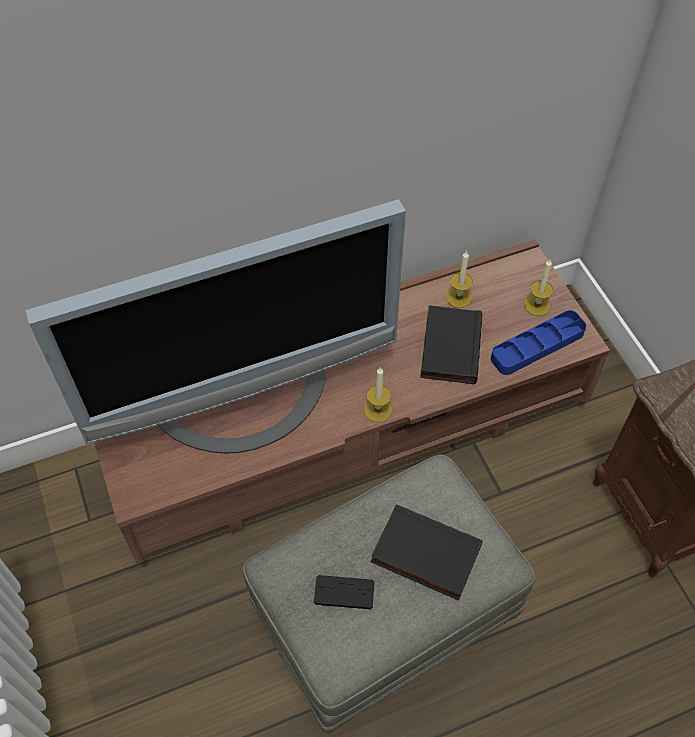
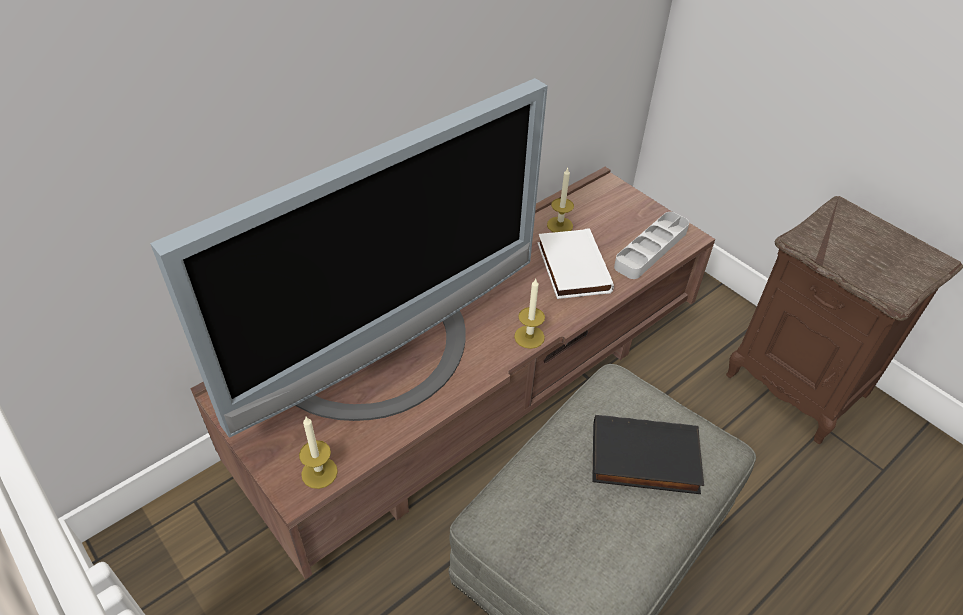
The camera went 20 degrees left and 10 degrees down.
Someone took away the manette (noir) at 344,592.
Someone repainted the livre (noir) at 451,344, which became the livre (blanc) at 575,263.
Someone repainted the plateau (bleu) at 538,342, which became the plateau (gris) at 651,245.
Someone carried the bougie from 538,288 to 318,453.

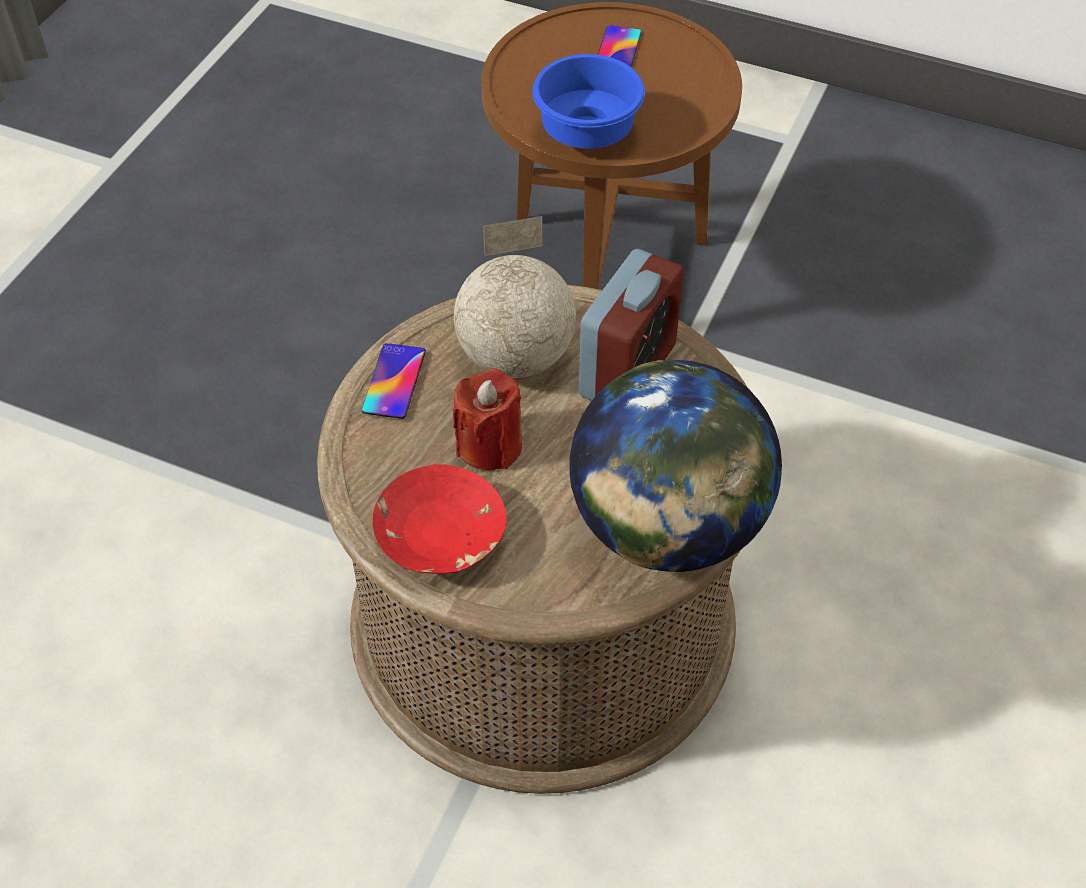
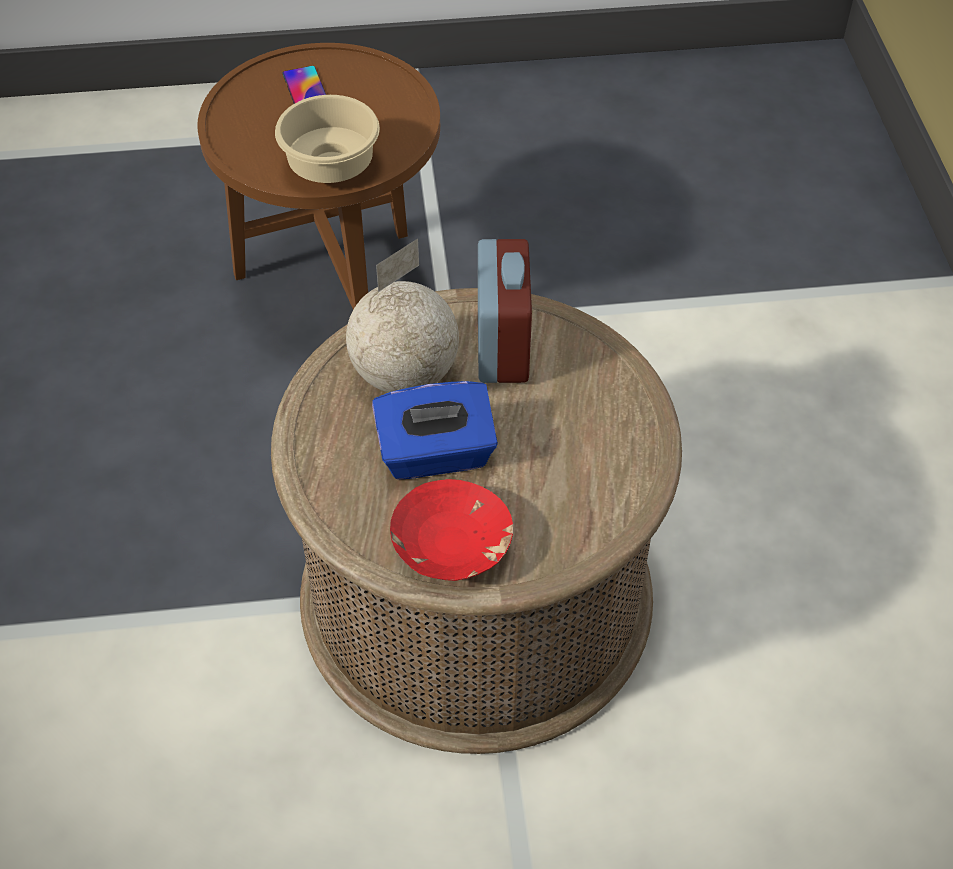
The camera went 30 degrees left and 0 degrees up.
Someone took away the téléphone at 394,381.
Someone swapped the bougie (rouge) at 487,419 for the boîte à mouchoirs (bleu) at 435,430.
Someone repainted the bol (bleu) at 588,101, which became the bol (beige) at 327,139.
Someone took away the globe at 675,466.

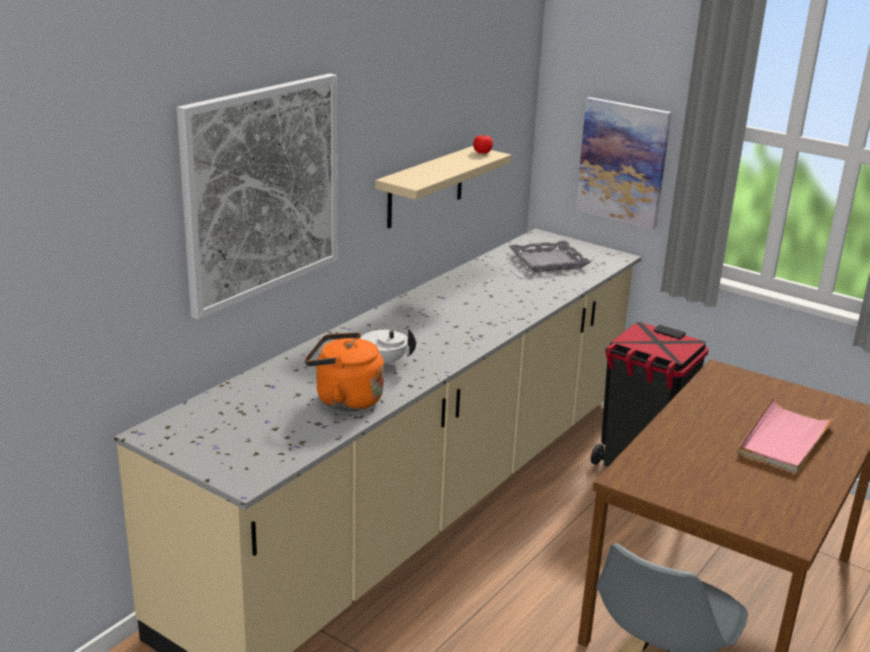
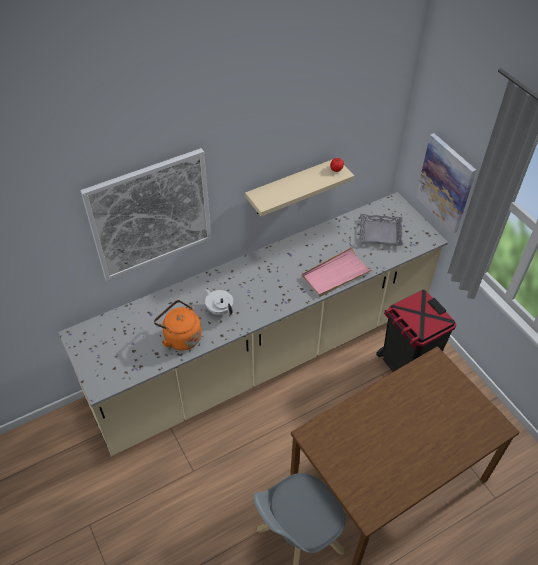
The camera went 25 degrees right and 25 degrees up.
Someone carried the plateau (rose) from 787,435 to 337,272.

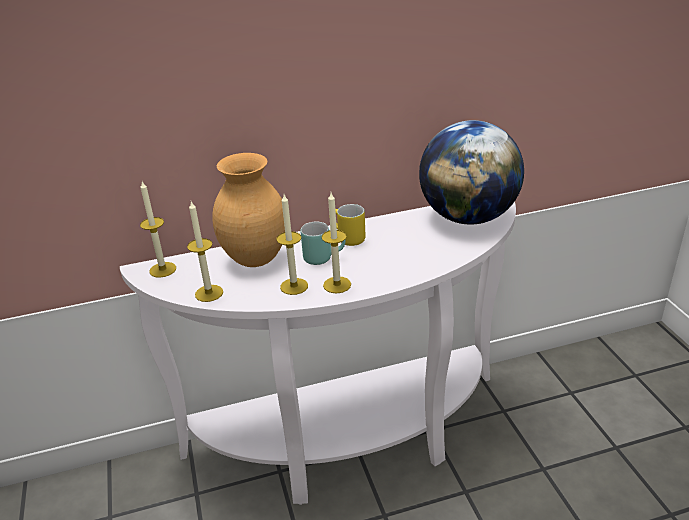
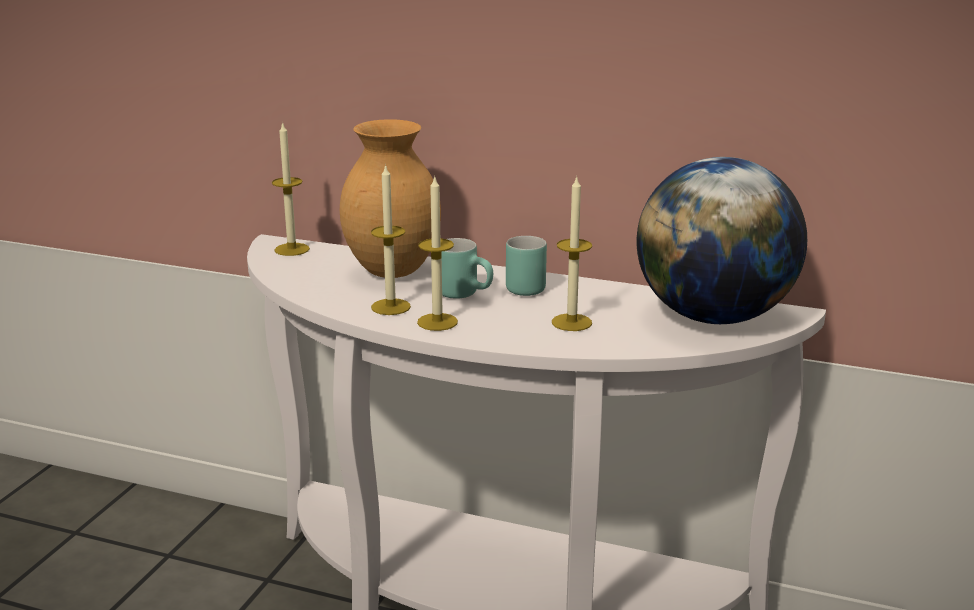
The camera went 35 degrees right and 10 degrees down.
Someone carried the bougie from 205,251 to 572,253.
Someone repainted the mug (jaune) at 347,225, which became the mug (turquoise) at 526,266.

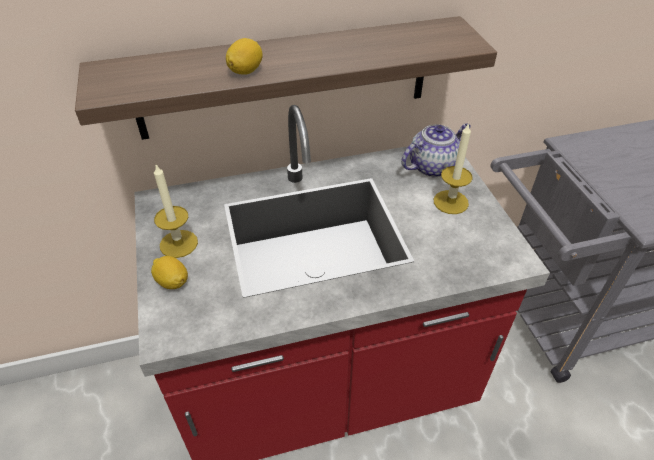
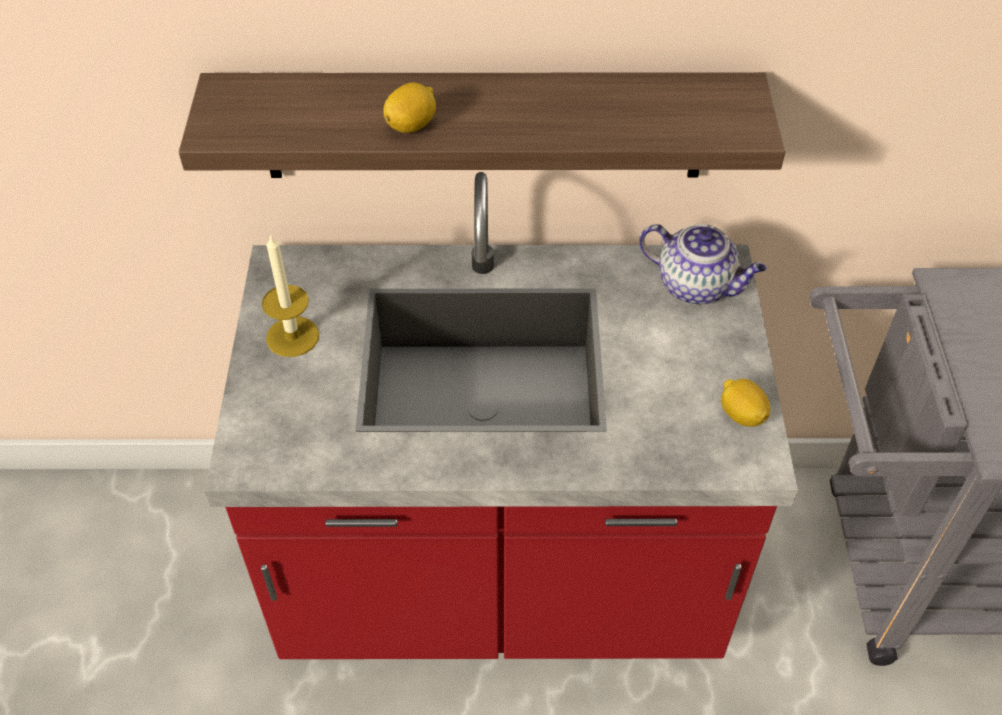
The camera went 15 degrees right and 5 degrees up.
Someone carried the citron from 169,272 to 745,403.
Someone rotated the théière at 436,150 by 45 degrees clockwise.
Someone took away the bougie at 453,168.

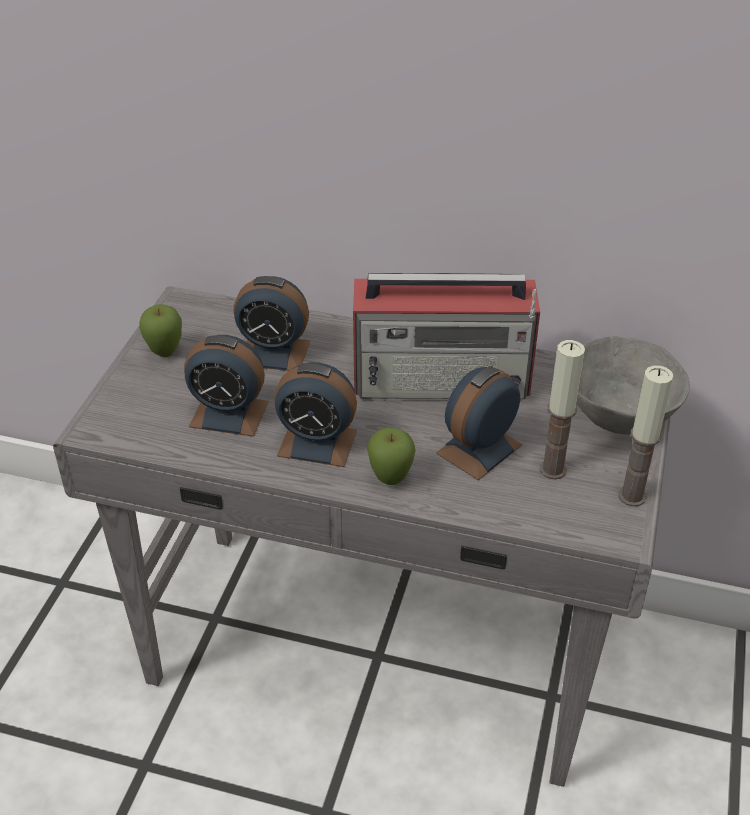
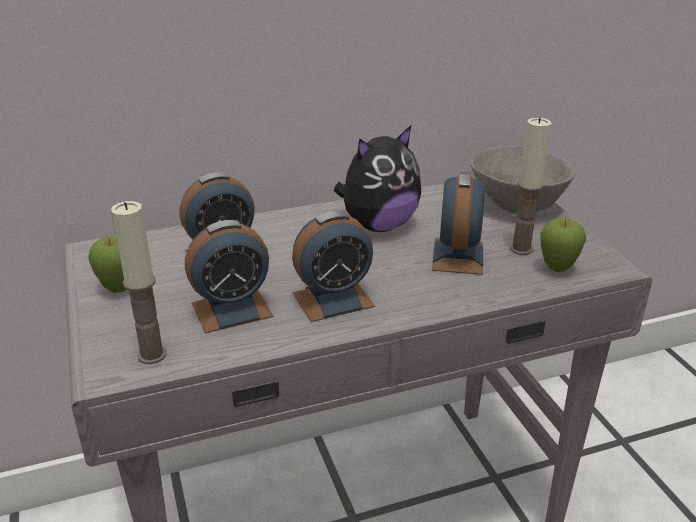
The camera went 35 degrees left and 10 degrees down.
Someone swapped the radio at 446,336 for the peluche at 377,179.
Someone carried the pomme from 391,456 to 563,245.
Someone carried the bougie from 645,436 to 139,282.

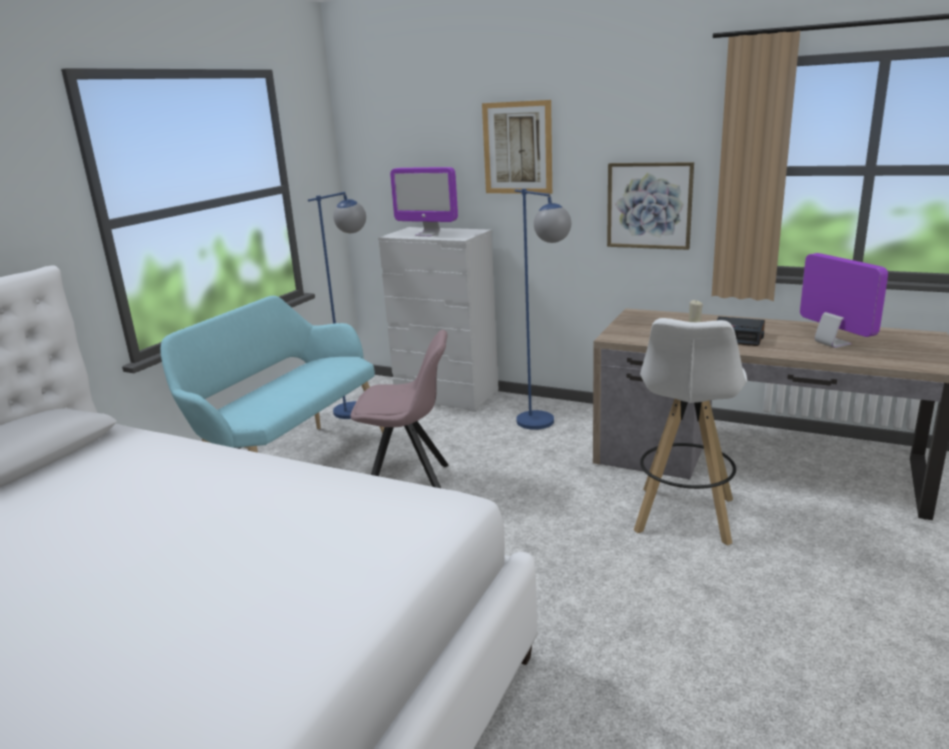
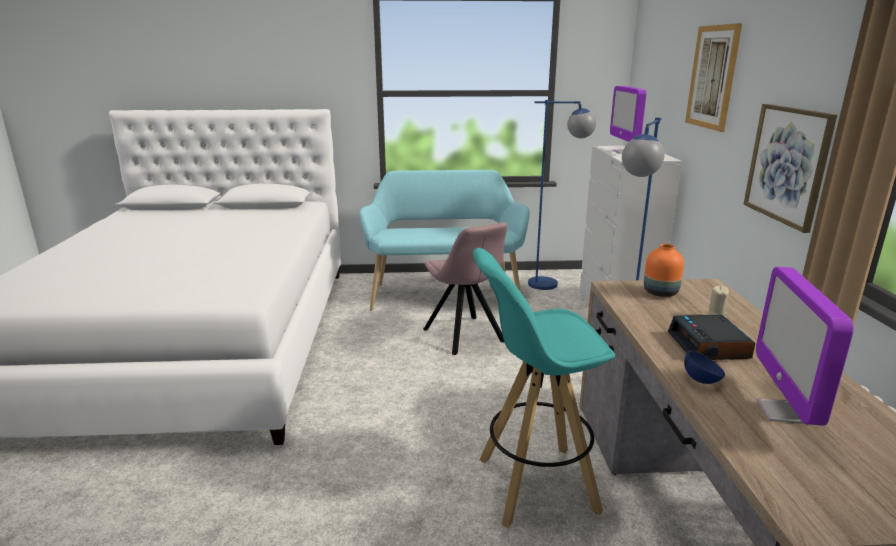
The camera went 60 degrees right and 0 degrees up.
Someone repainted the tabouret (blanc) at 690,432, which became the tabouret (turquoise) at 544,388.
Someone rotated the écran d'ordinateur at 844,300 by 150 degrees clockwise.
Someone put down the vase (orange) at 664,270.
Someone put down the bol (bleu) at 704,367.

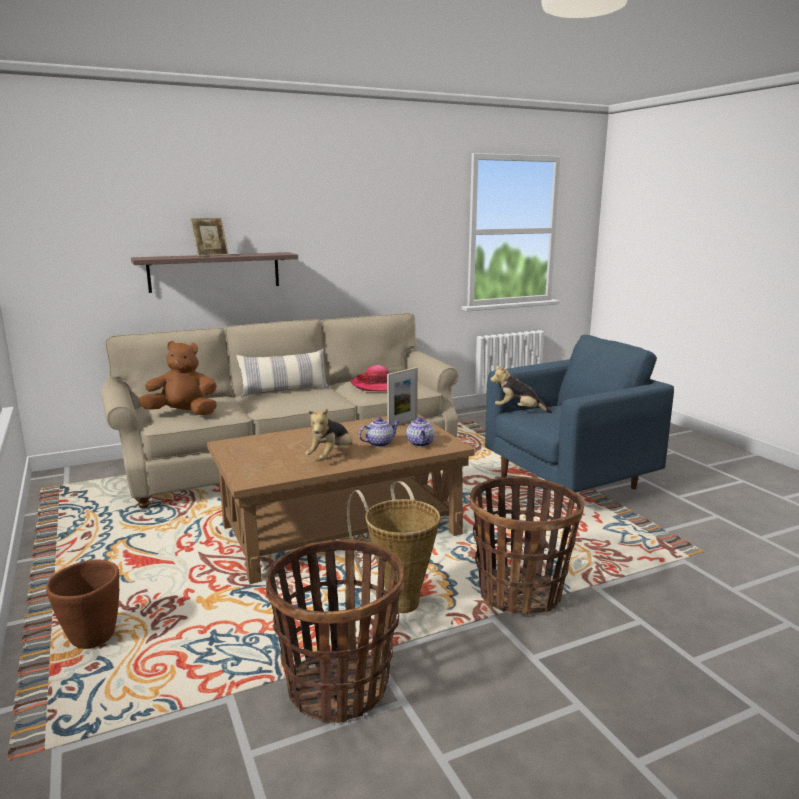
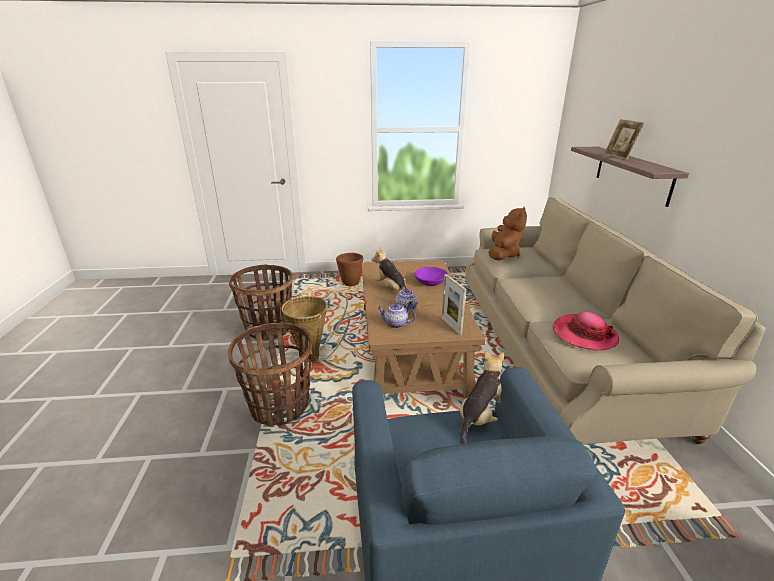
The camera went 110 degrees right and 10 degrees up.
Someone took away the coussin at 283,373.
Someone put down the bol (violet) at 431,276.

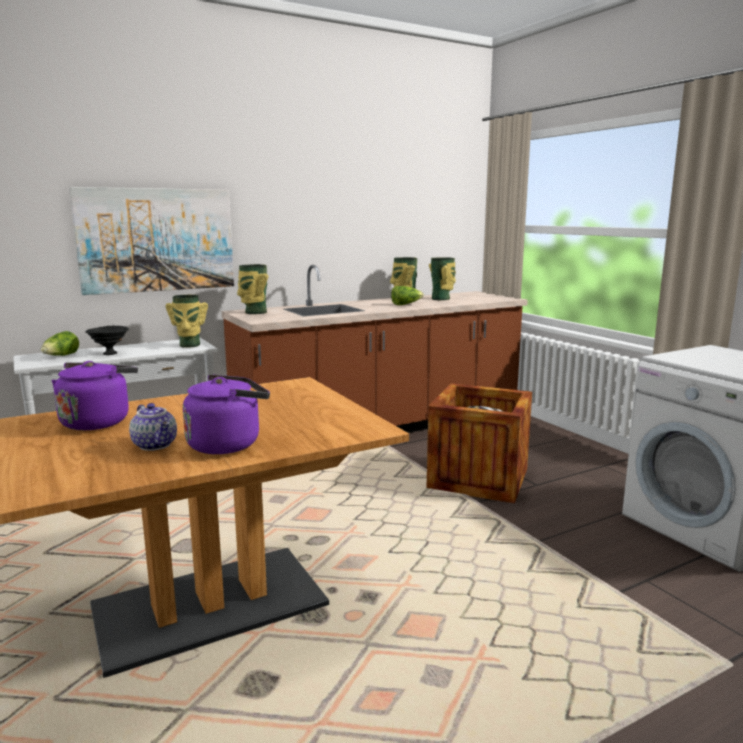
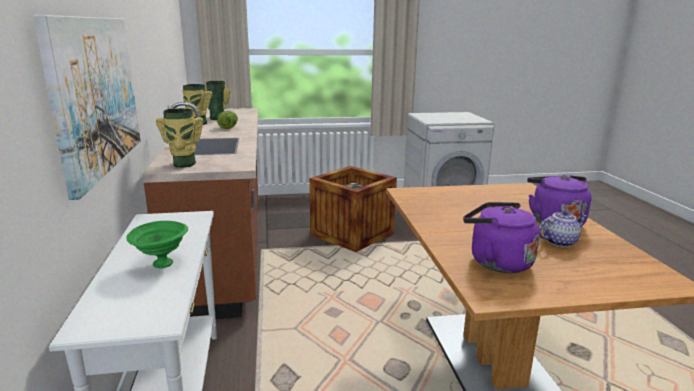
The camera went 70 degrees left and 5 degrees up.
Someone took away the laitue at 60,343.
Someone repainted the bol (noir) at 107,340, which became the bol (vert) at 157,244.
Someone took away the vase at 187,321.

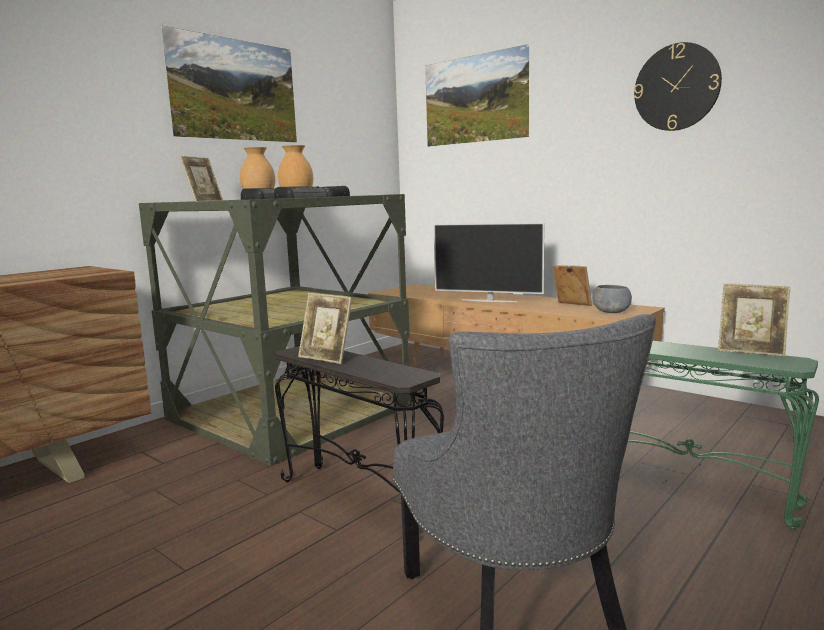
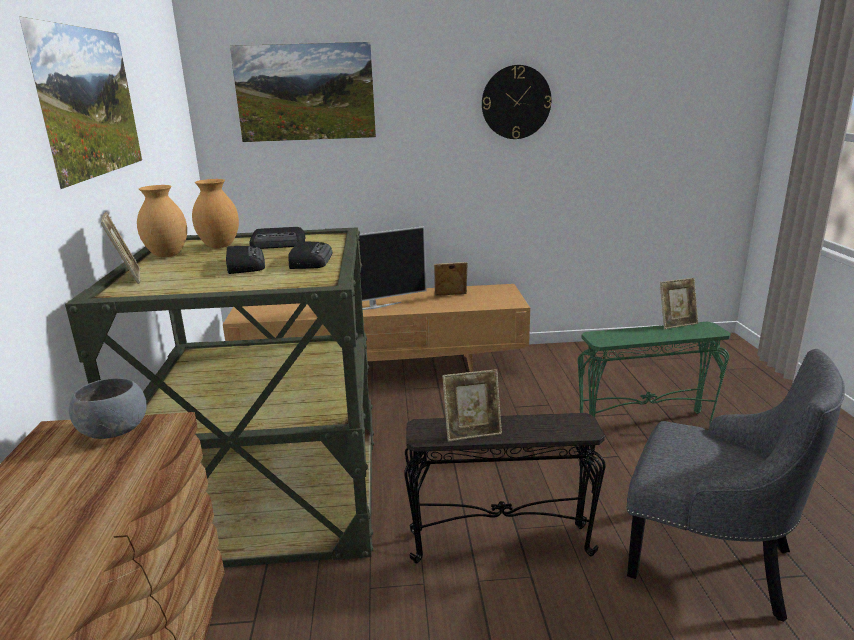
The camera went 45 degrees left and 10 degrees up.
Someone carried the bol (gris) from 612,299 to 108,408.

